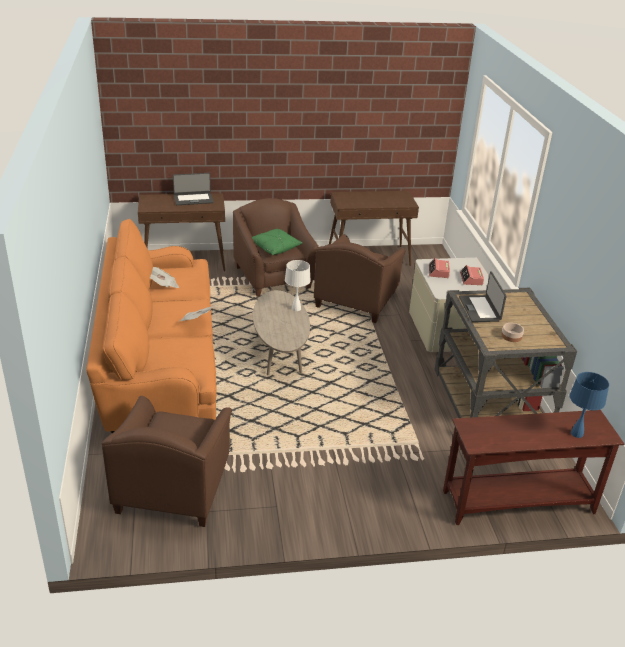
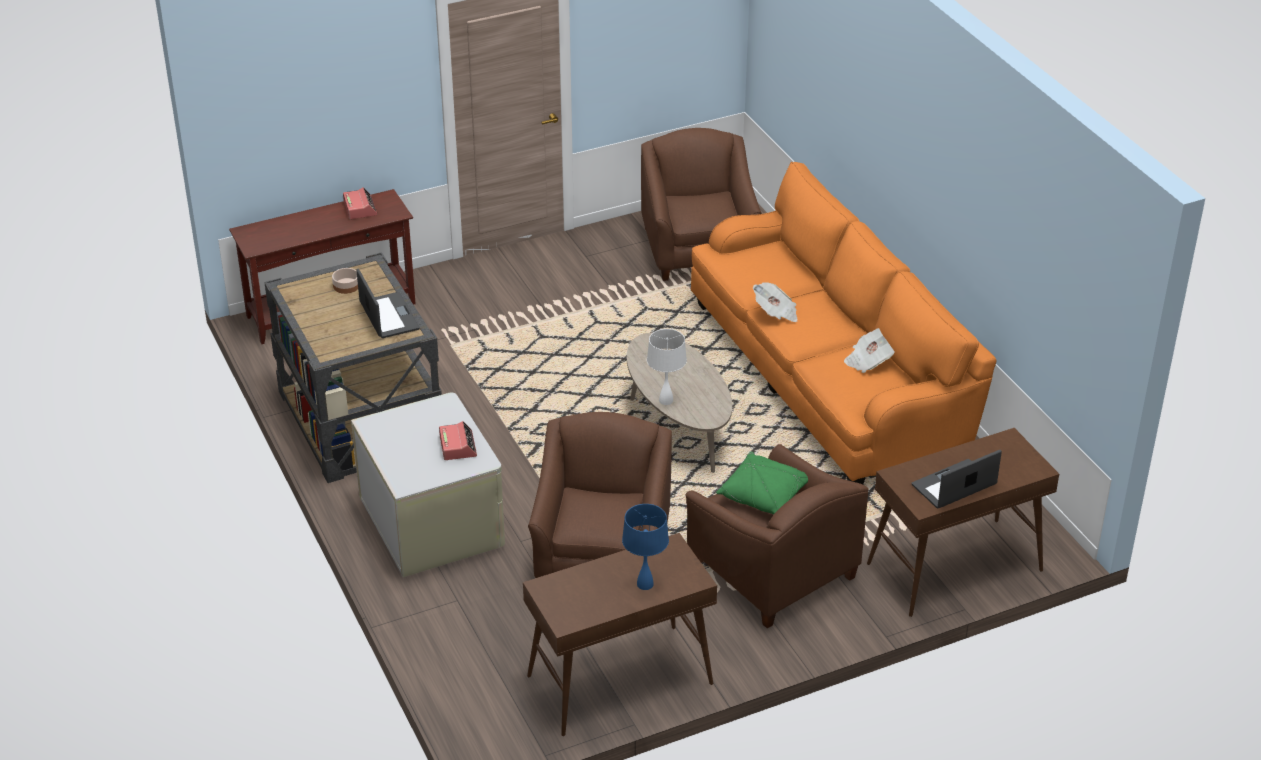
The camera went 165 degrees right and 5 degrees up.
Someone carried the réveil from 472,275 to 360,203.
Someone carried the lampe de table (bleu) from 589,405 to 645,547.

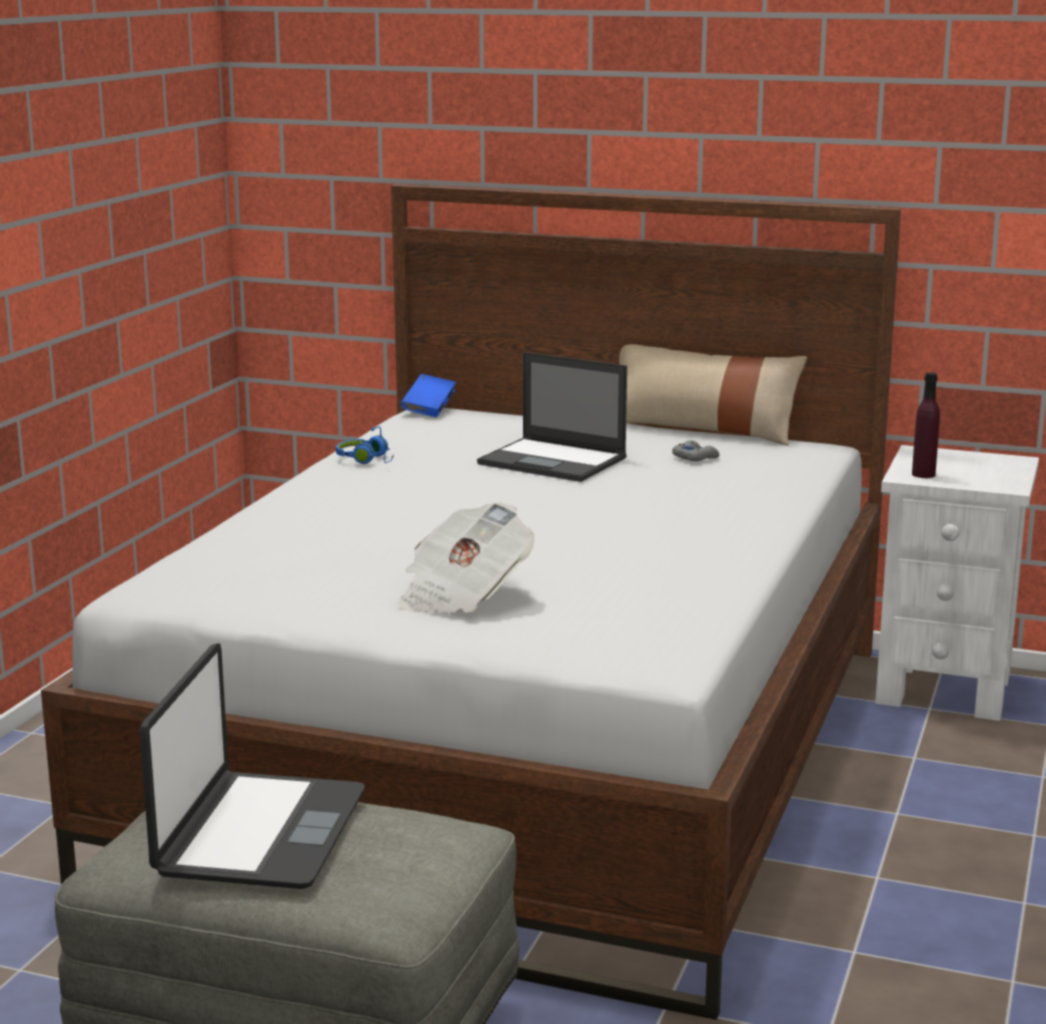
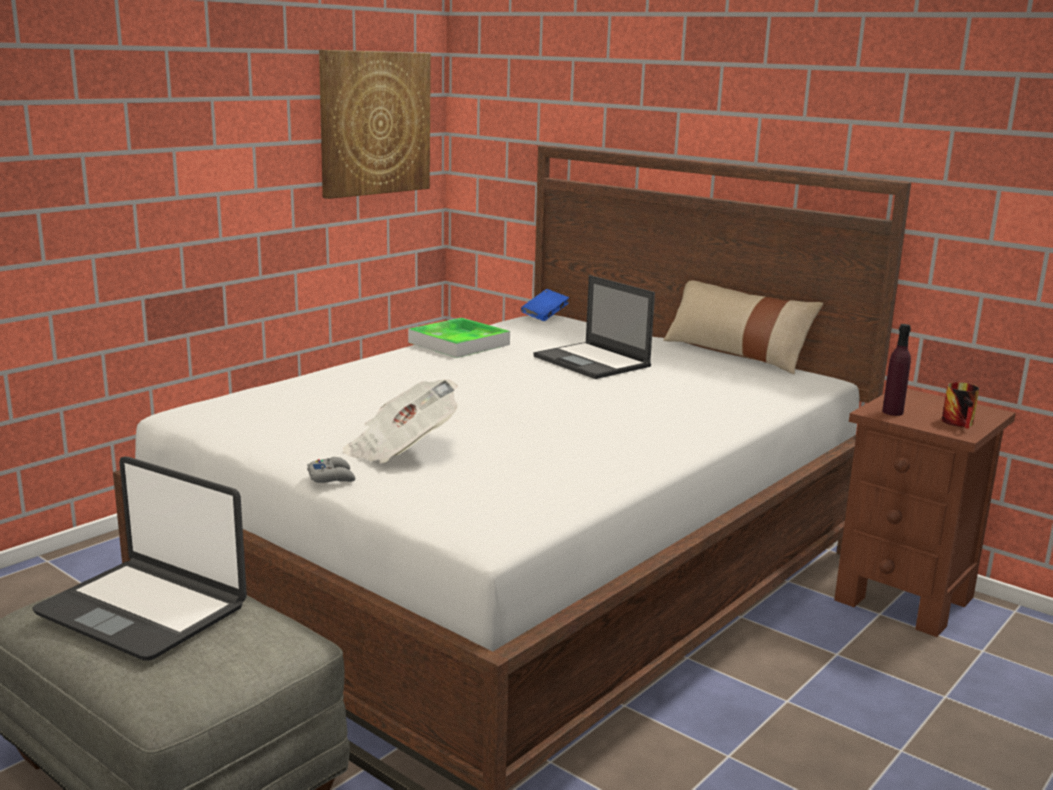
The camera went 20 degrees right and 0 degrees up.
Someone rotated the ordinateur portable at 252,766 by 90 degrees clockwise.
Someone swapped the casque audio (bleu) at 365,445 for the plateau at 459,338.
Someone carried the manette (gris) from 696,450 to 331,470.
Someone repainted the table de chevet (blanc) at 957,583, which became the table de chevet (marron) at 925,513.
Someone put up the tableau at 375,124.
Someone put down the mug at 960,405.

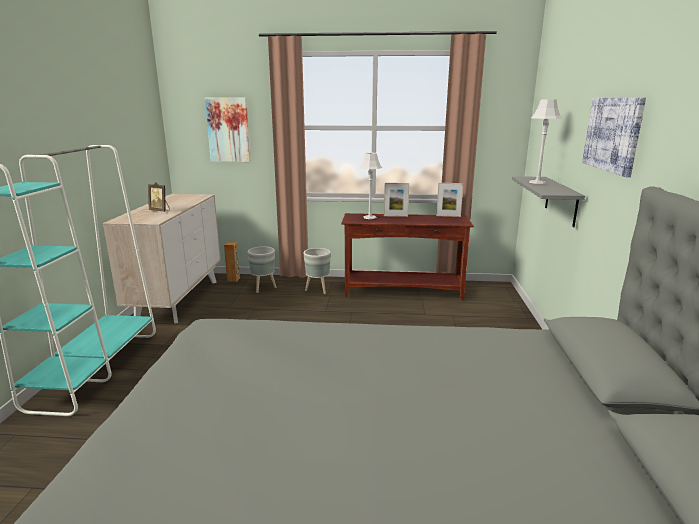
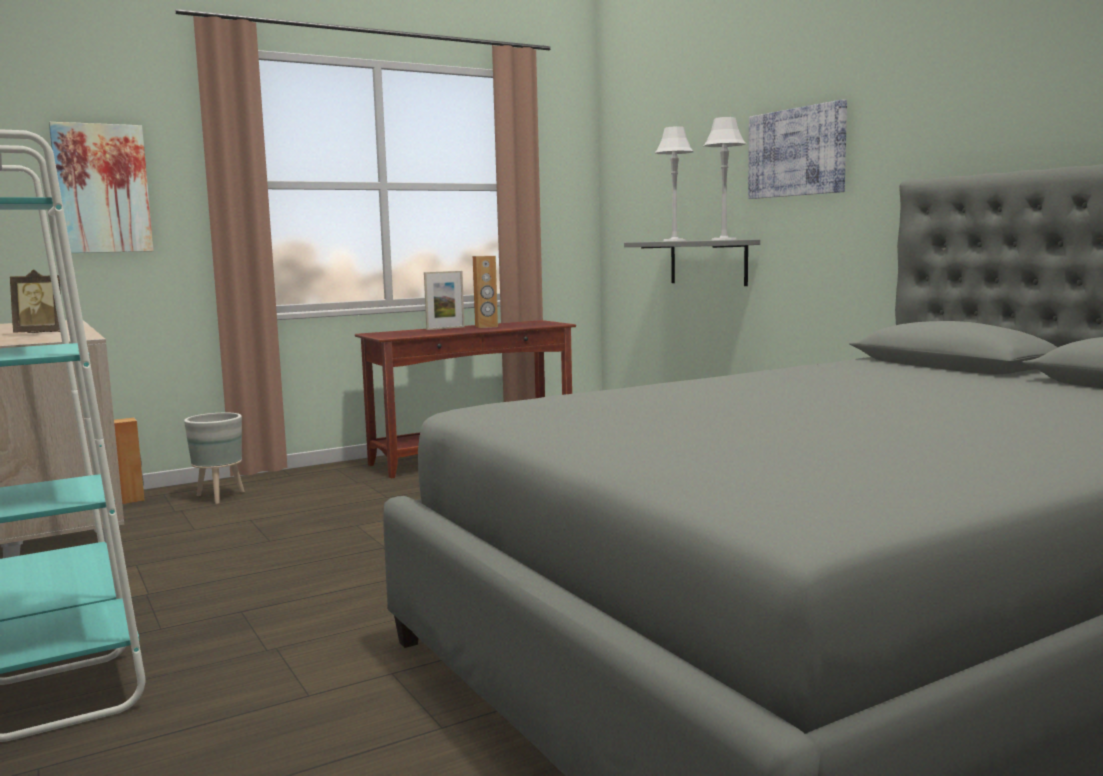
The camera went 35 degrees left and 10 degrees down.
Someone took away the cache-pot (gris) at 317,271.
Someone carried the lampe de table (gris) from 370,186 to 725,178.
Someone took away the cadre photo at 449,200.
Someone put down the enceinte (marron) at 485,292.

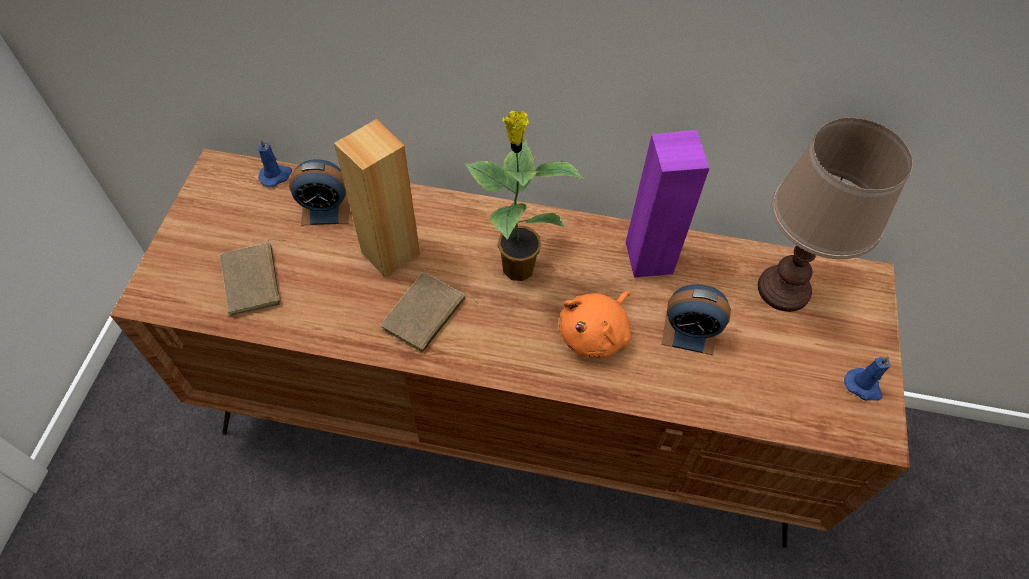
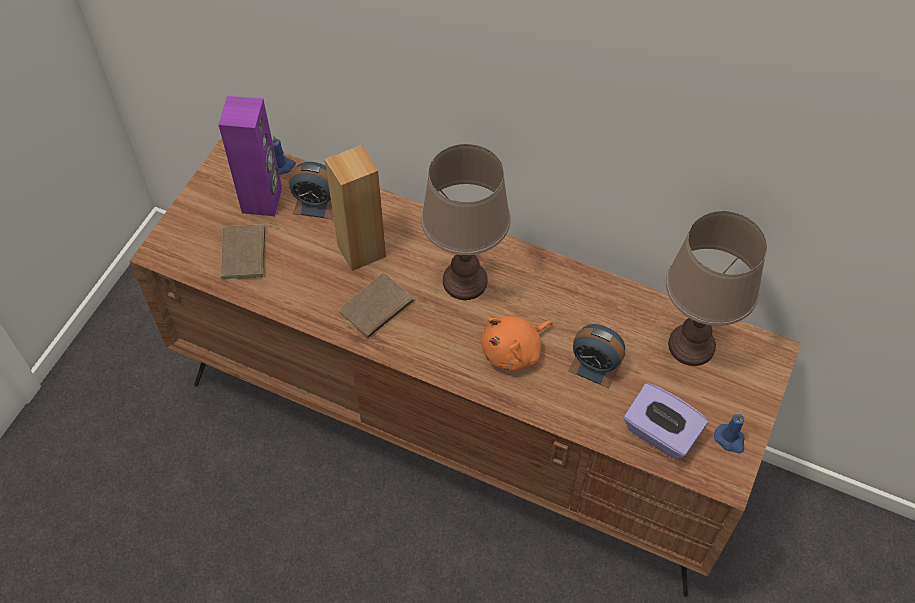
The camera went 15 degrees right and 0 degrees up.
Someone swapped the plante en pot at 524,196 for the lampe de table (marron) at 465,222.
Someone carried the enceinte (violet) from 668,203 to 250,156.
Someone put down the boîte à mouchoirs (violet) at 666,421.

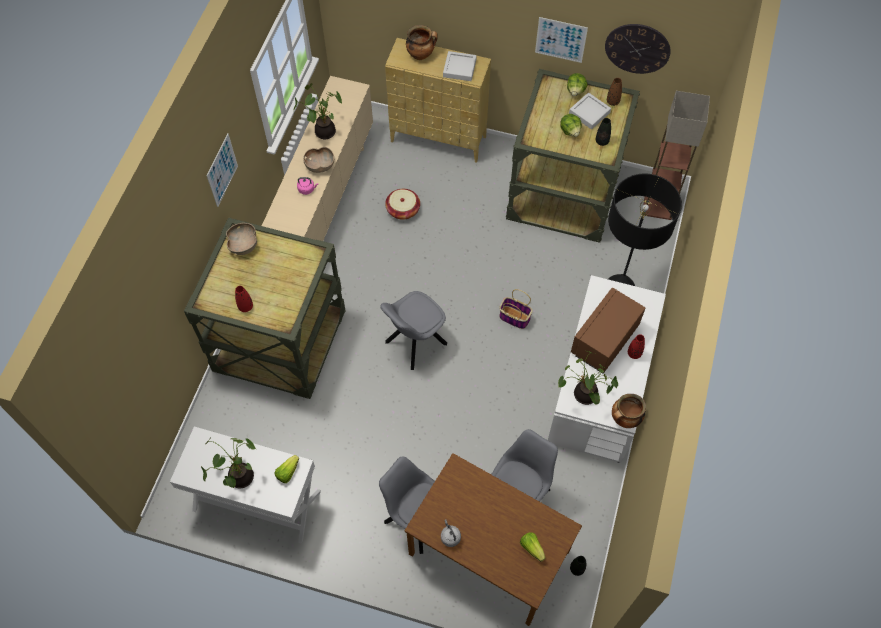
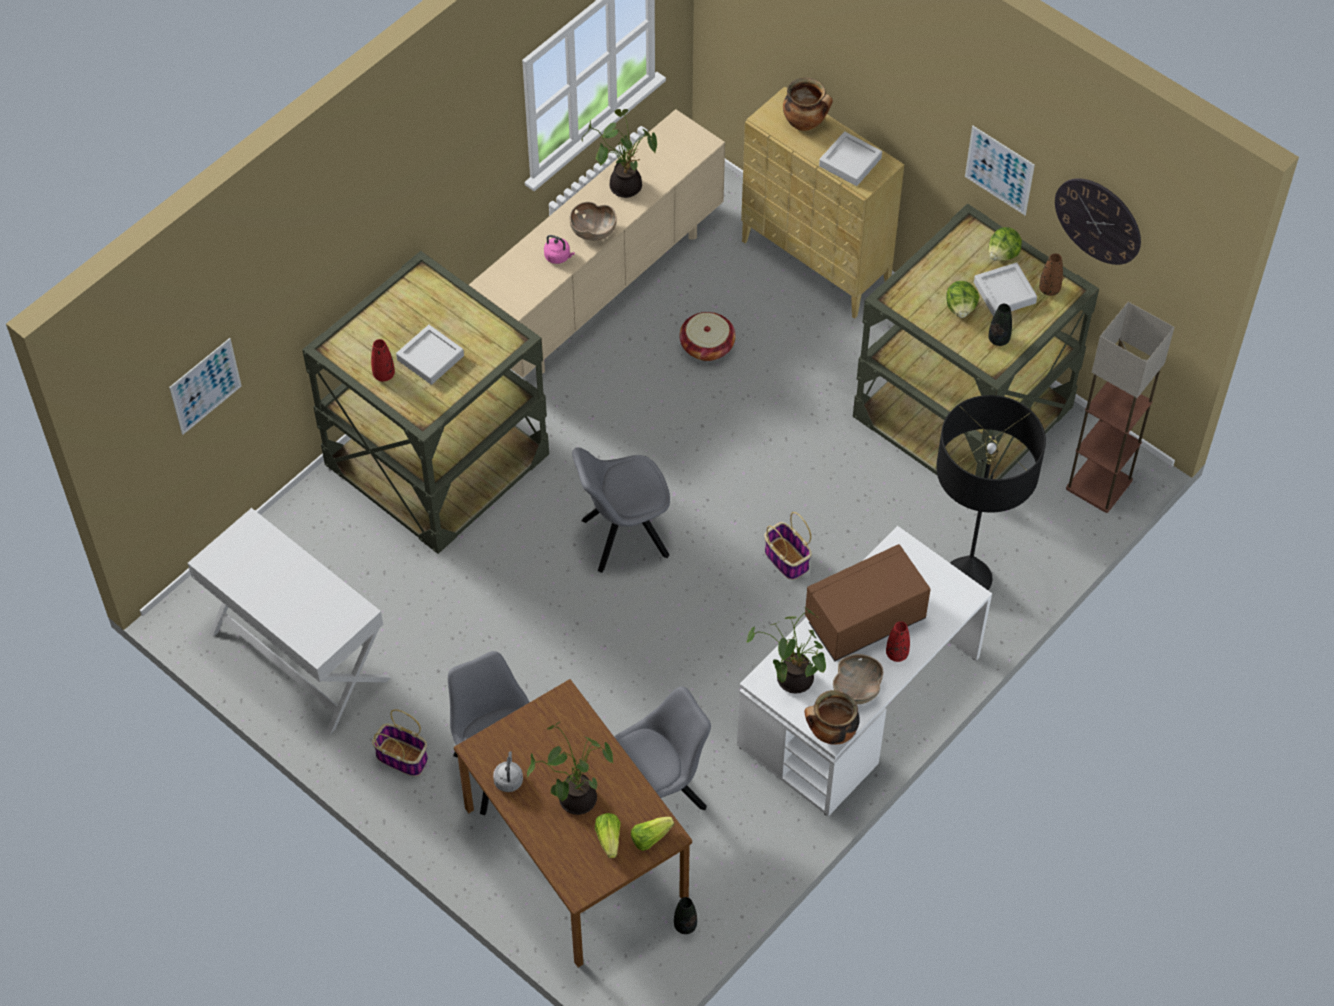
The camera went 25 degrees right and 5 degrees down.
Someone carried the plante en pot from 228,463 to 570,768.
Someone carried the tableau from 222,170 to 205,386.
Someone carried the bol (marron) from 241,239 to 858,679.
Someone carried the laitue from 287,469 to 652,834.
Someone put down the panier at 400,742.
Someone put down the plateau (gris) at 430,355.

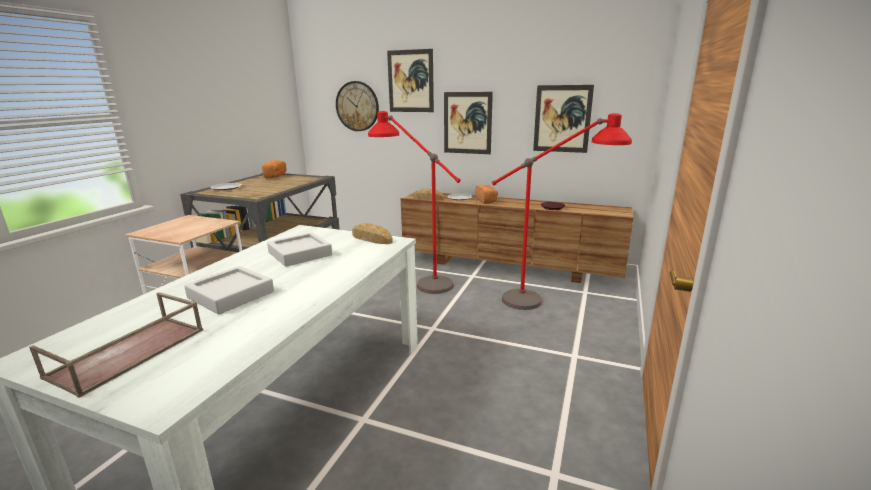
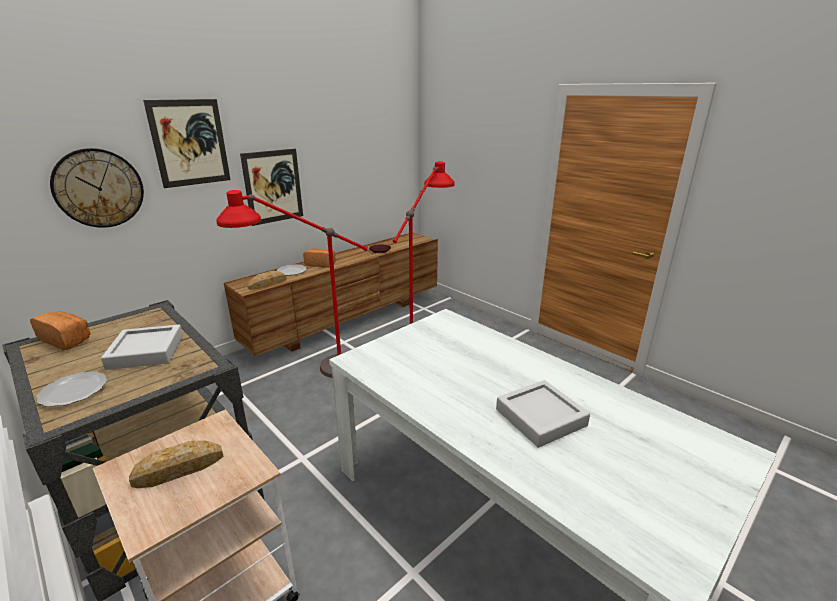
The camera went 65 degrees left and 5 degrees up.
Someone took away the plateau (marron) at 116,345.
Someone carried the plateau (gris) from 299,250 to 142,347.
Someone carried the pain from 372,233 to 176,464.
Someone took away the tableau at 563,119.

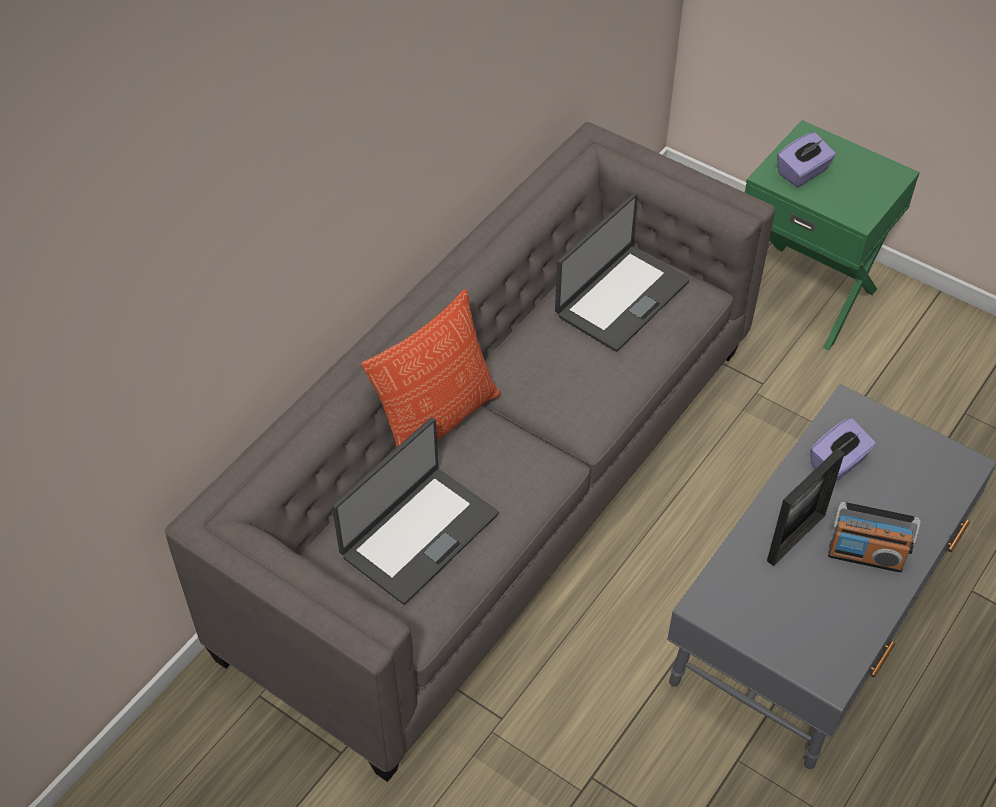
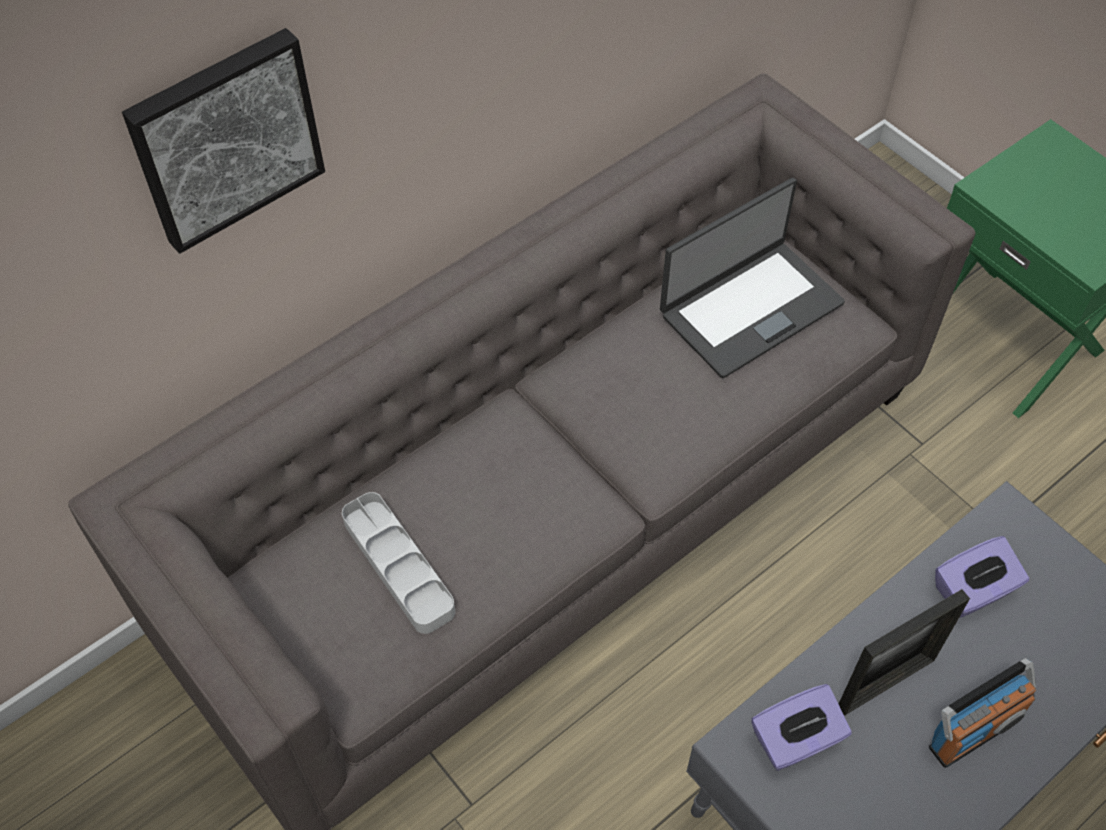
The camera went 15 degrees right and 5 degrees up.
Someone swapped the ordinateur portable at 415,510 for the plateau (gris) at 398,563.
Someone took away the coussin (orange) at 431,368.
Someone carried the boîte à mouchoirs (violet) from 806,159 to 801,727.
Someone rotated the radio at 874,537 by 60 degrees counterclockwise.
Someone put up the tableau at 223,141.

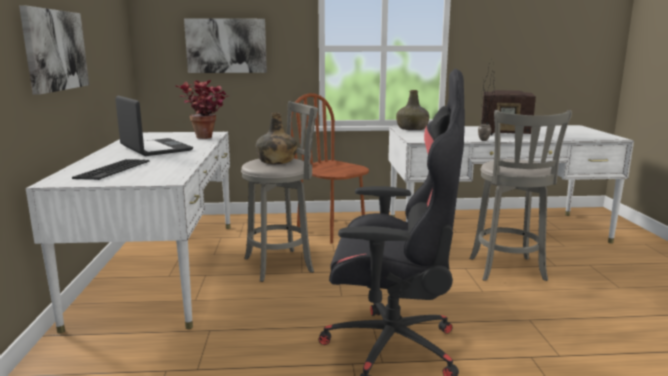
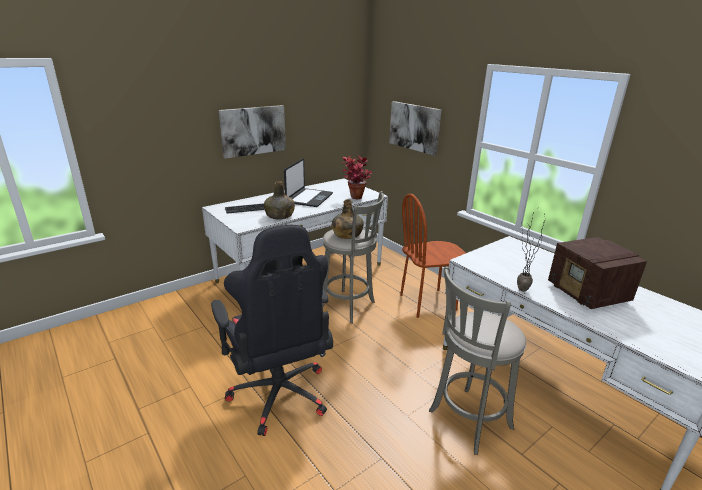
The camera went 55 degrees right and 10 degrees up.
Someone rotated the chaise (marron) at 330,168 by 120 degrees counterclockwise.
Someone carried the bouteille (vert) from 412,110 to 279,200.

